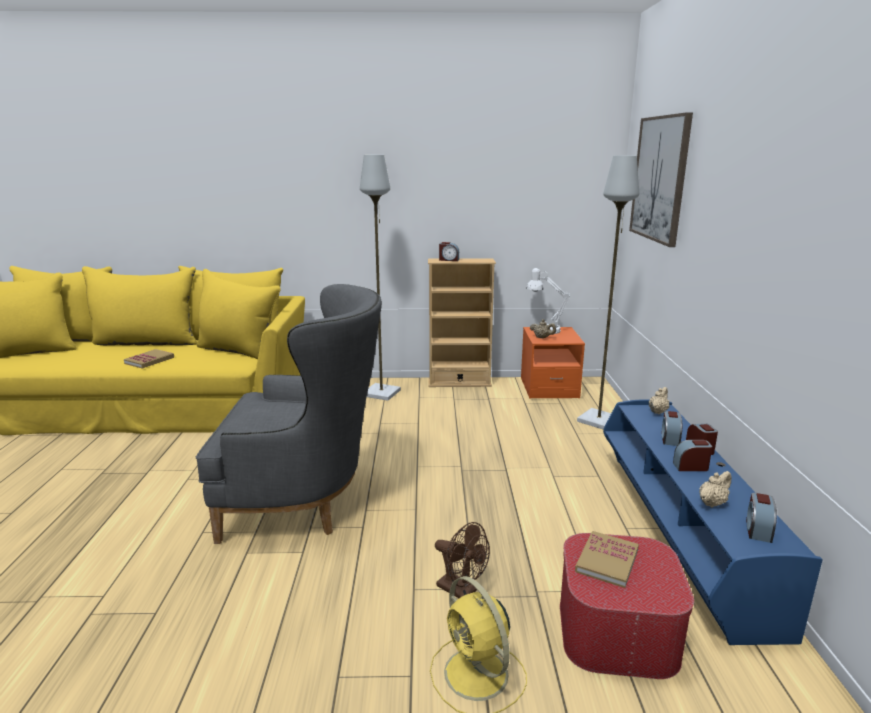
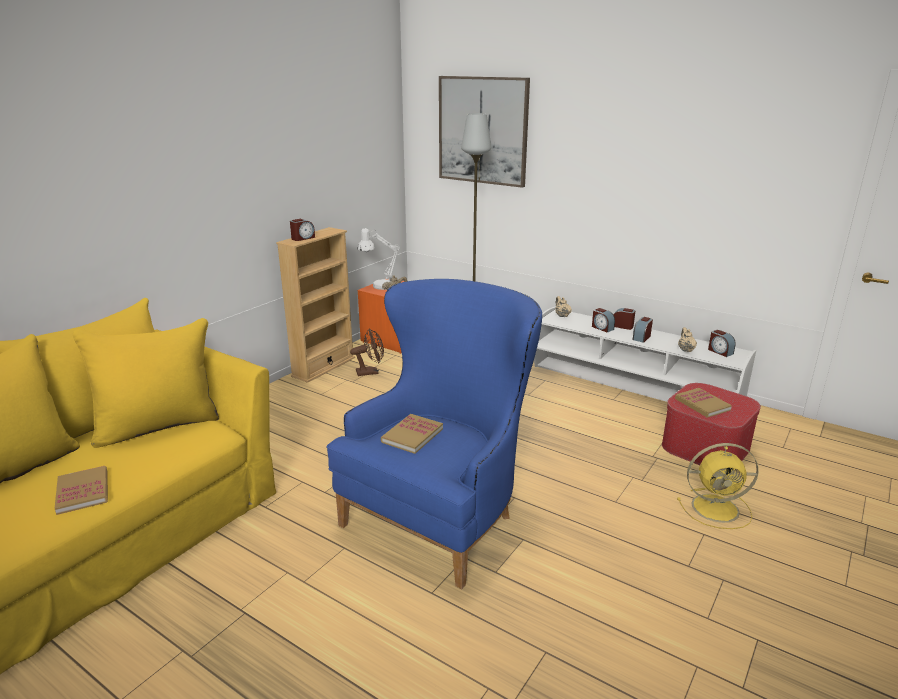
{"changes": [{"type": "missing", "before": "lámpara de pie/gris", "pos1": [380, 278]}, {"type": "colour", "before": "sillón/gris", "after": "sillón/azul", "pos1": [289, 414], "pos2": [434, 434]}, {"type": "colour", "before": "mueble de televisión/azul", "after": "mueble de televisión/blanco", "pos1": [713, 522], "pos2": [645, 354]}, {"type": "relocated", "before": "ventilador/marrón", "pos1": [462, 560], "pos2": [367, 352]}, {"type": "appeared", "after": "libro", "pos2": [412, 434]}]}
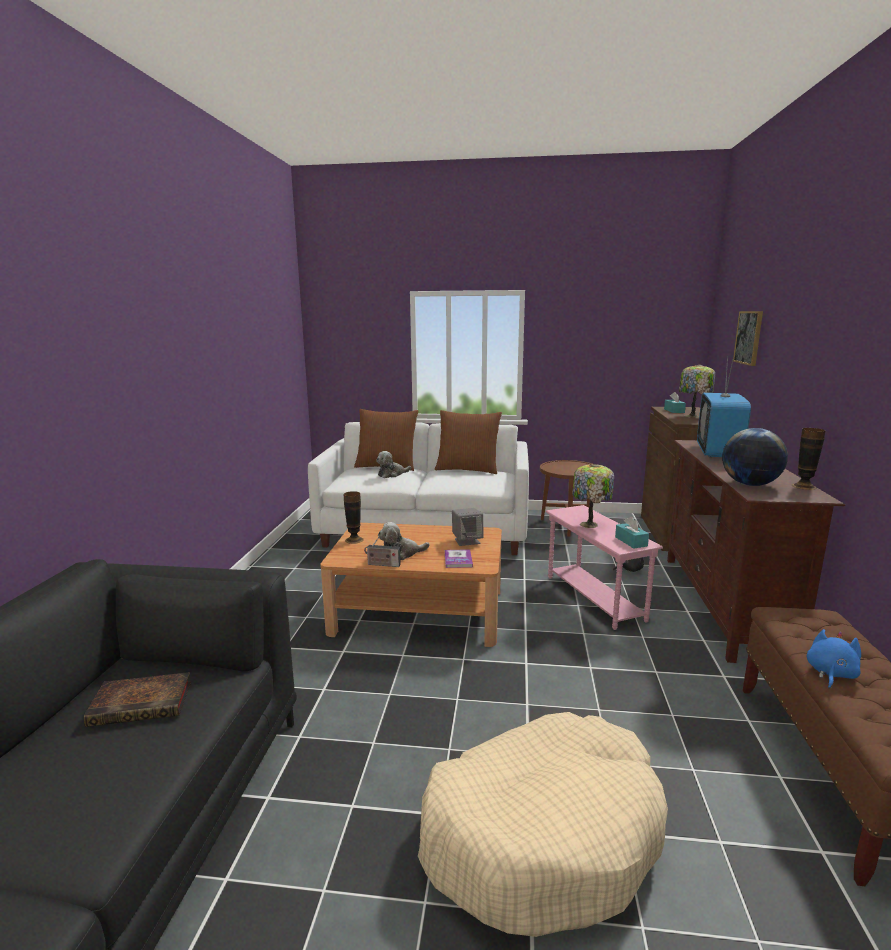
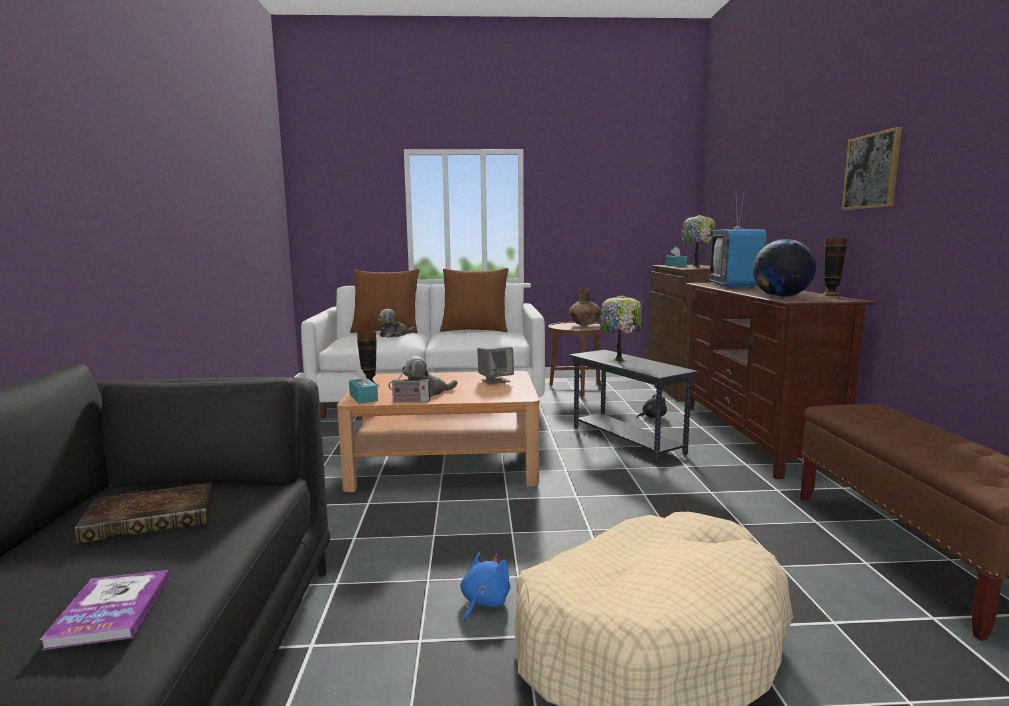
{"changes": [{"type": "relocated", "before": "cuadro", "pos1": [748, 338], "pos2": [872, 168]}, {"type": "colour", "before": "mesa auxiliar/rosa", "after": "mesa auxiliar/gris", "pos1": [604, 567], "pos2": [634, 406]}, {"type": "relocated", "before": "caja de pañuelos/turquesa", "pos1": [632, 532], "pos2": [363, 386]}, {"type": "relocated", "before": "libro", "pos1": [459, 558], "pos2": [105, 610]}, {"type": "relocated", "before": "peluche/azul", "pos1": [834, 659], "pos2": [485, 587]}, {"type": "appeared", "after": "florero/marrón", "pos2": [585, 307]}]}
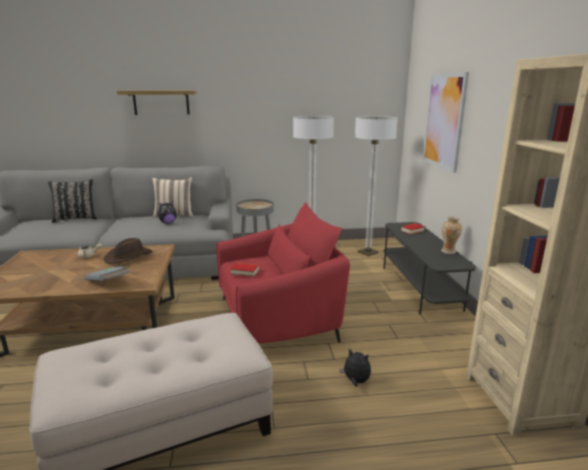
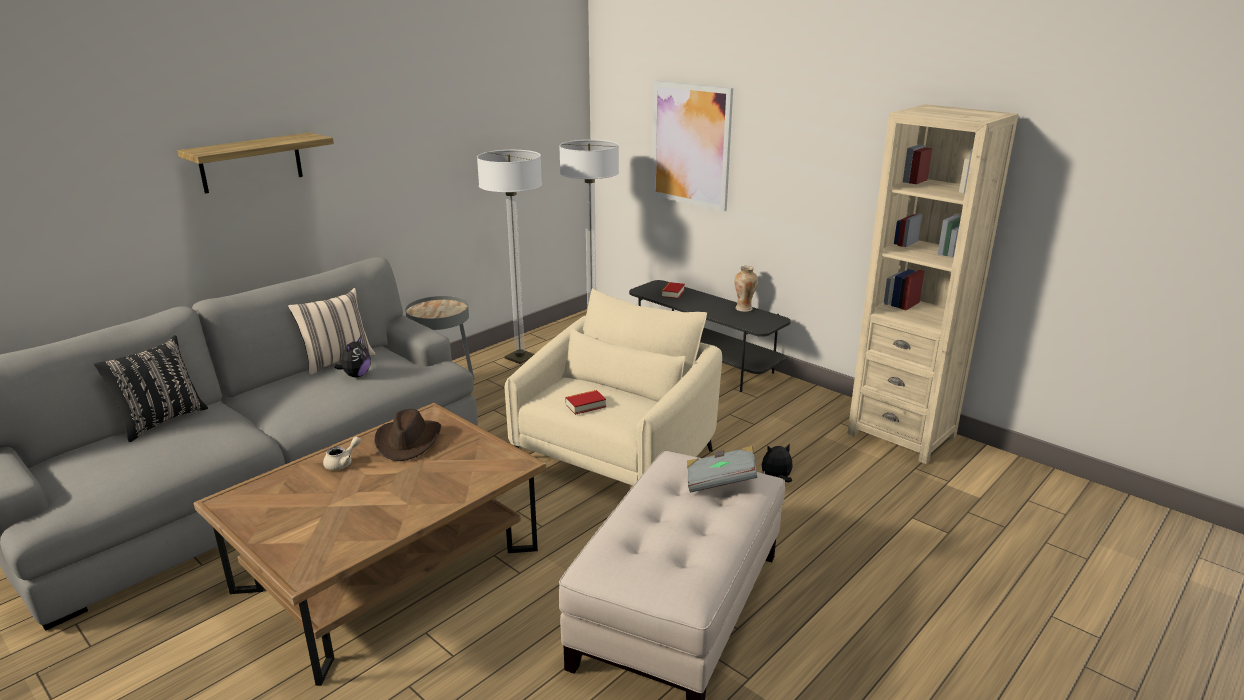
{"changes": [{"type": "colour", "before": "sillón/rojo", "after": "sillón/beis", "pos1": [283, 273], "pos2": [613, 387]}, {"type": "relocated", "before": "libro/gris", "pos1": [107, 273], "pos2": [722, 469]}]}
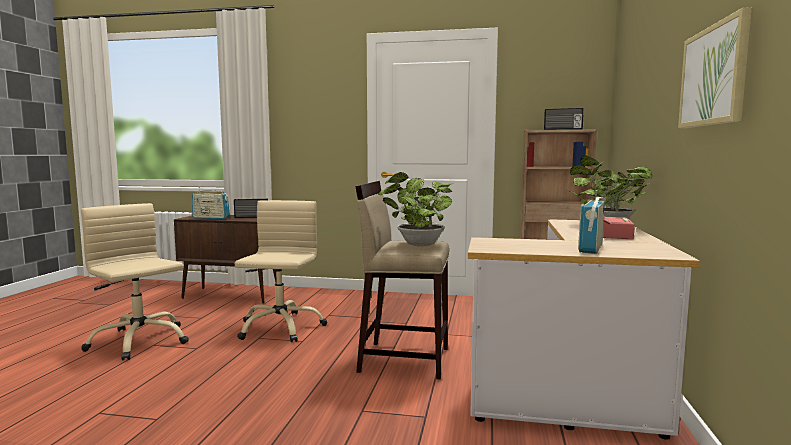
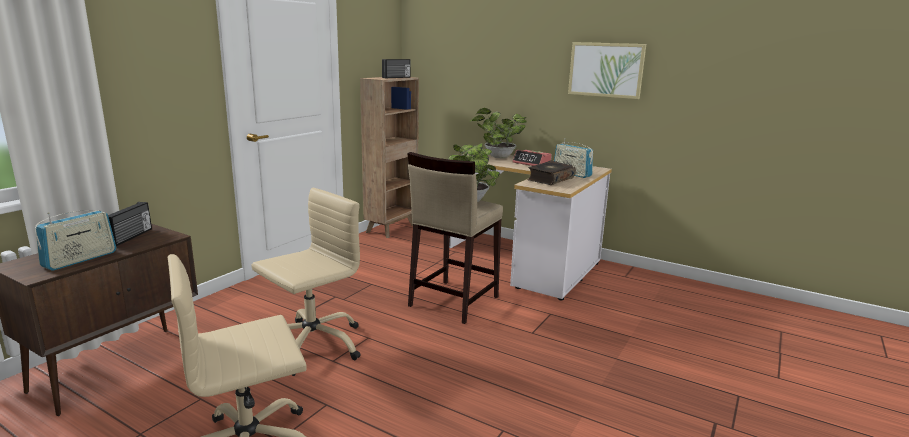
{"changes": [{"type": "spun", "before": "silla de oficina/beis", "pos1": [280, 271], "pos2": [306, 282], "turn": 105}, {"type": "appeared", "after": "libro", "pos2": [551, 172]}]}
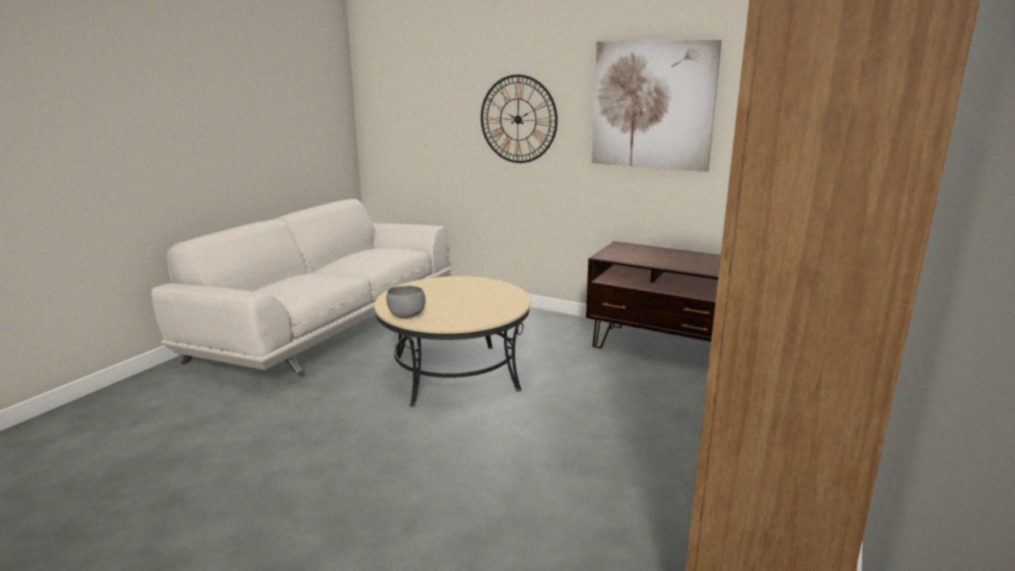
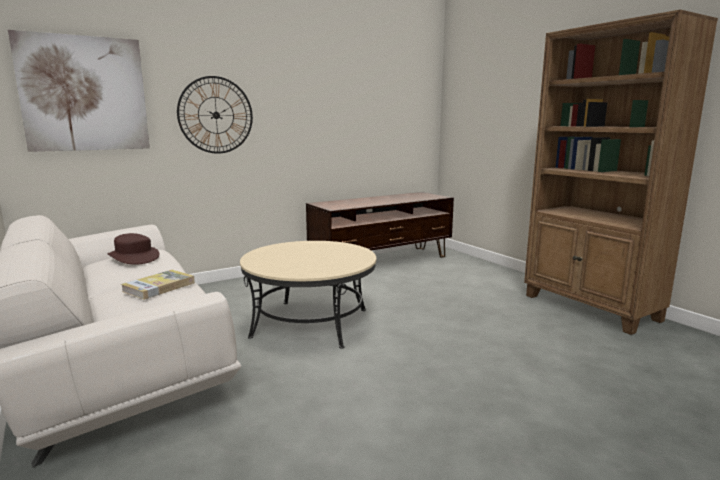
{"changes": [{"type": "relocated", "before": "cuadro", "pos1": [657, 106], "pos2": [79, 91]}, {"type": "missing", "before": "cuenco/gris", "pos1": [405, 302]}, {"type": "appeared", "after": "sombrero/marrón", "pos2": [133, 249]}, {"type": "appeared", "after": "libro", "pos2": [158, 285]}]}
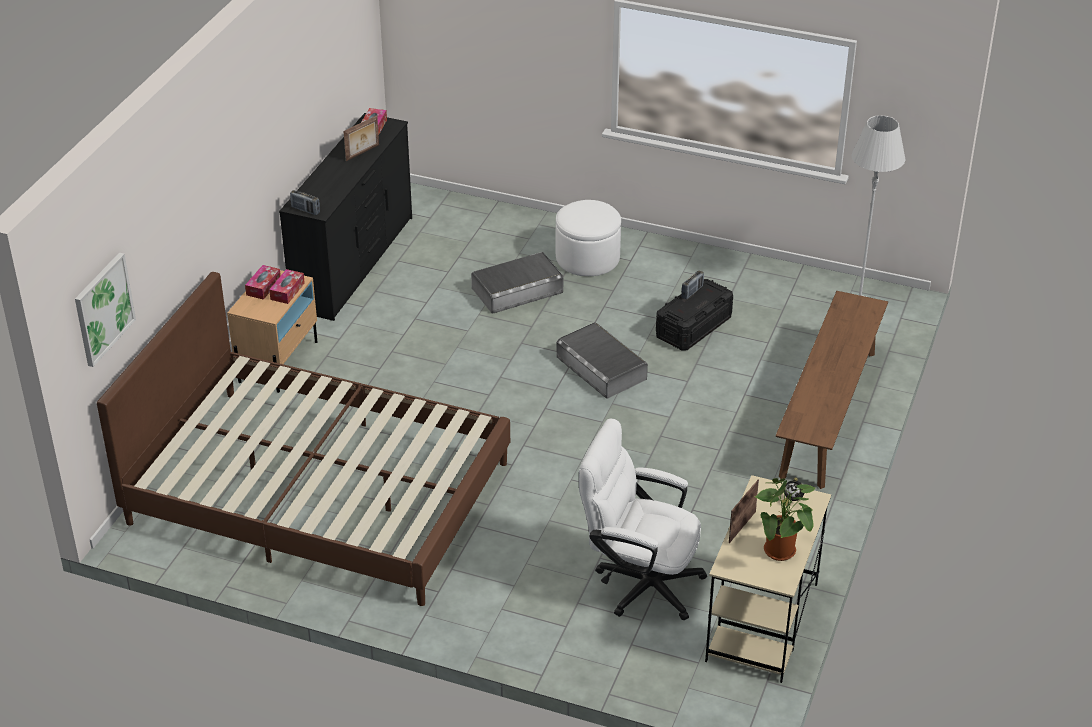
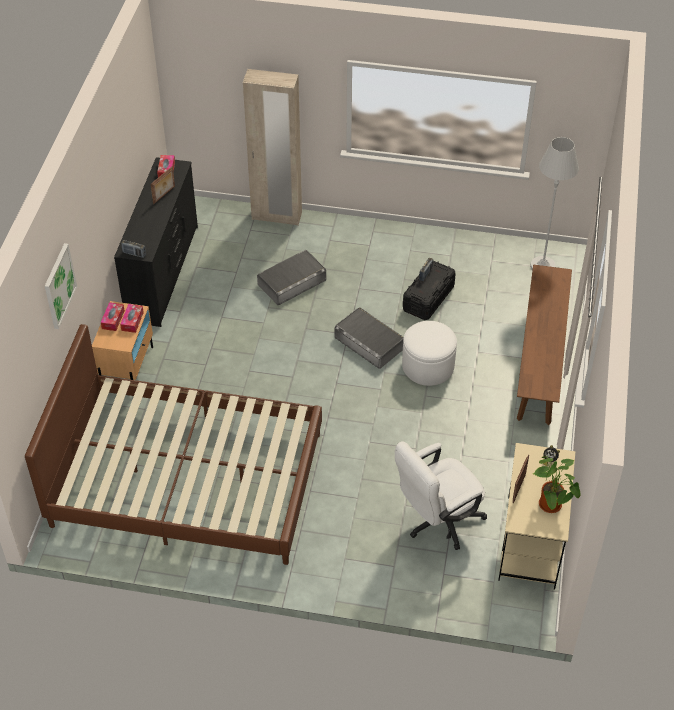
{"changes": [{"type": "relocated", "before": "puf/blanco", "pos1": [588, 238], "pos2": [429, 353]}, {"type": "relocated", "before": "cuadro", "pos1": [105, 310], "pos2": [61, 286]}, {"type": "spun", "before": "silla de oficina/blanco", "pos1": [643, 520], "pos2": [441, 495], "turn": -45}, {"type": "appeared", "after": "armario ropero/beis", "pos2": [272, 147]}]}
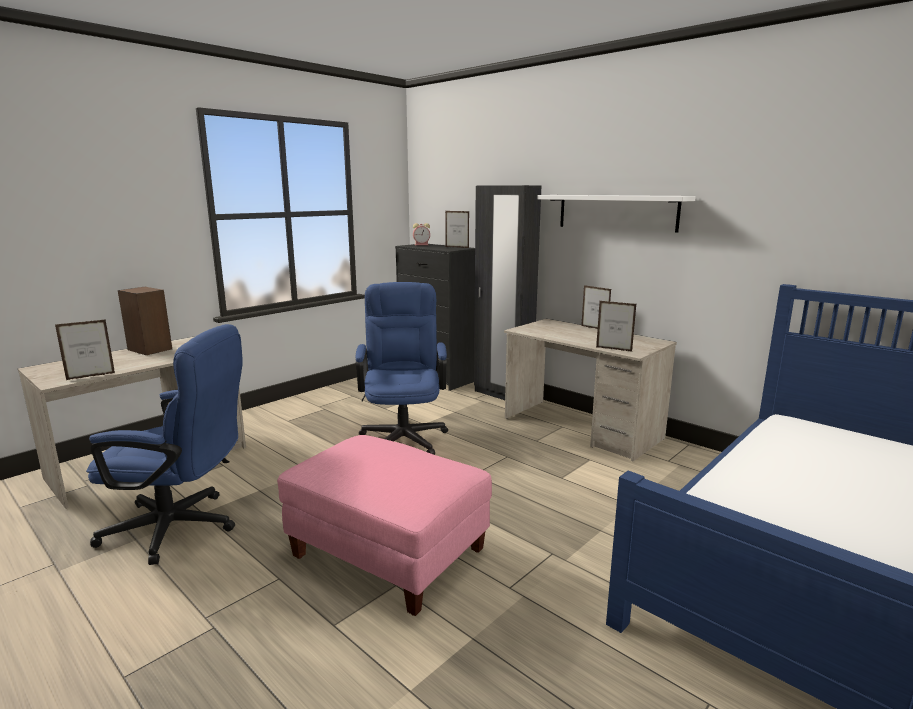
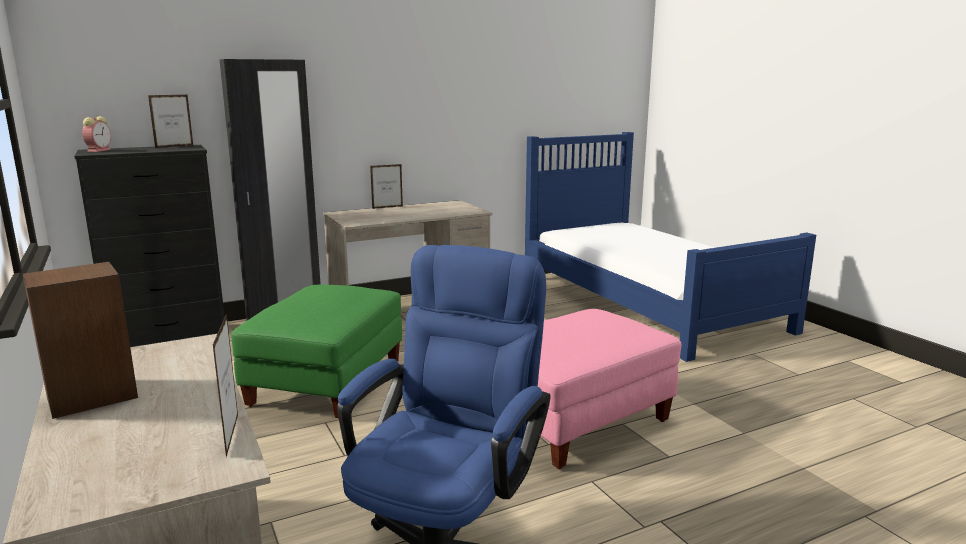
{"changes": [{"type": "missing", "before": "estante/blanco", "pos1": [616, 214]}, {"type": "exchanged", "before": "silla de oficina/azul", "after": "puf/verde", "pos1": [402, 368], "pos2": [316, 351]}, {"type": "missing", "before": "portarretratos", "pos1": [616, 326]}]}
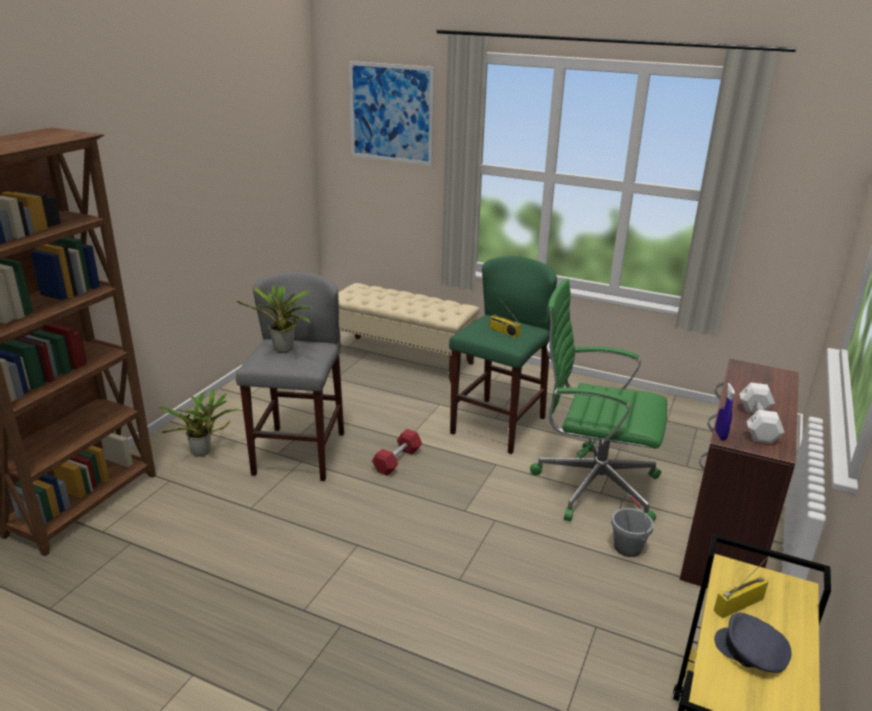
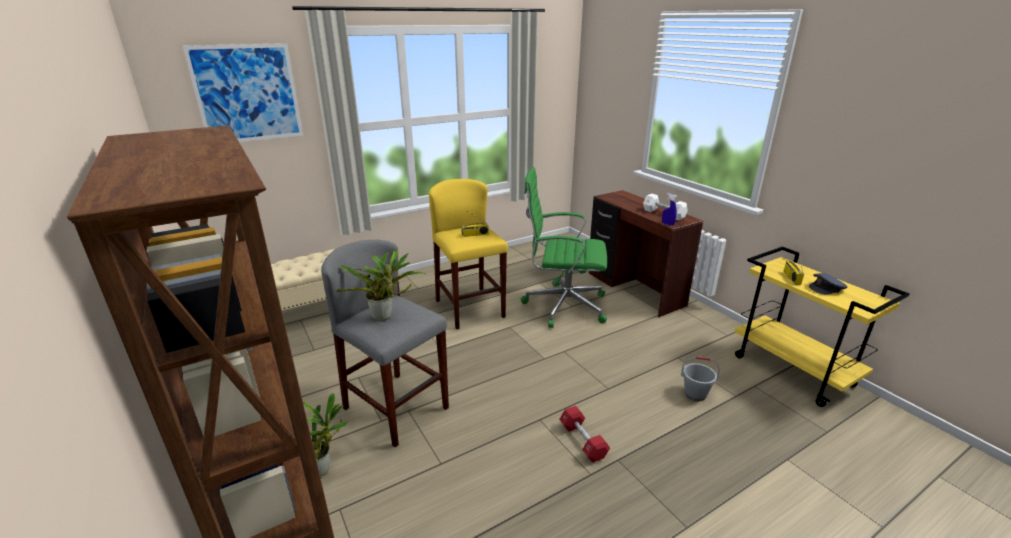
{"changes": [{"type": "colour", "before": "taburete/verde", "after": "taburete/amarillo", "pos1": [503, 355], "pos2": [468, 254]}, {"type": "spun", "before": "silla de oficina/verde", "pos1": [598, 400], "pos2": [564, 247], "turn": 45}, {"type": "relocated", "before": "mancuerna/rojo", "pos1": [397, 452], "pos2": [584, 434]}, {"type": "relocated", "before": "cubo/gris", "pos1": [632, 526], "pos2": [700, 378]}]}
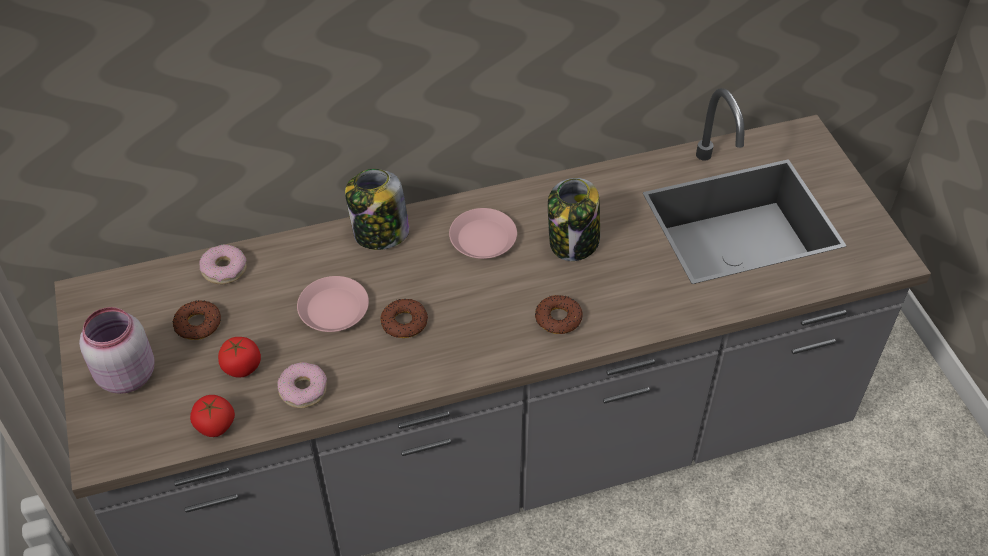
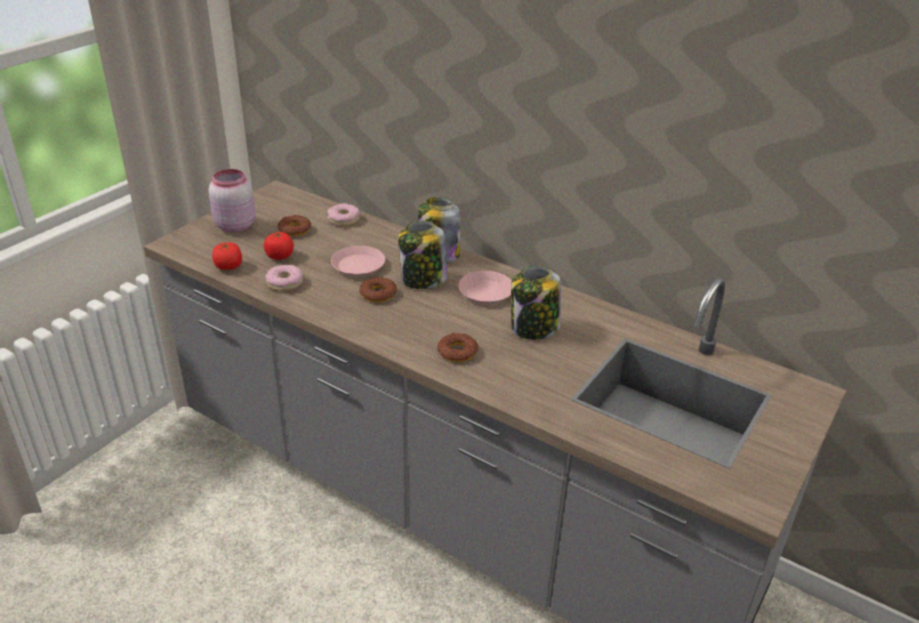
{"changes": [{"type": "appeared", "after": "tarro", "pos2": [422, 255]}]}
